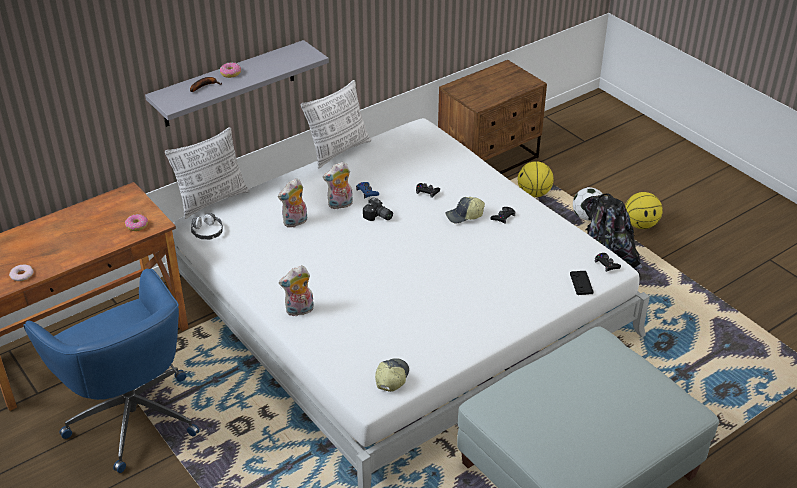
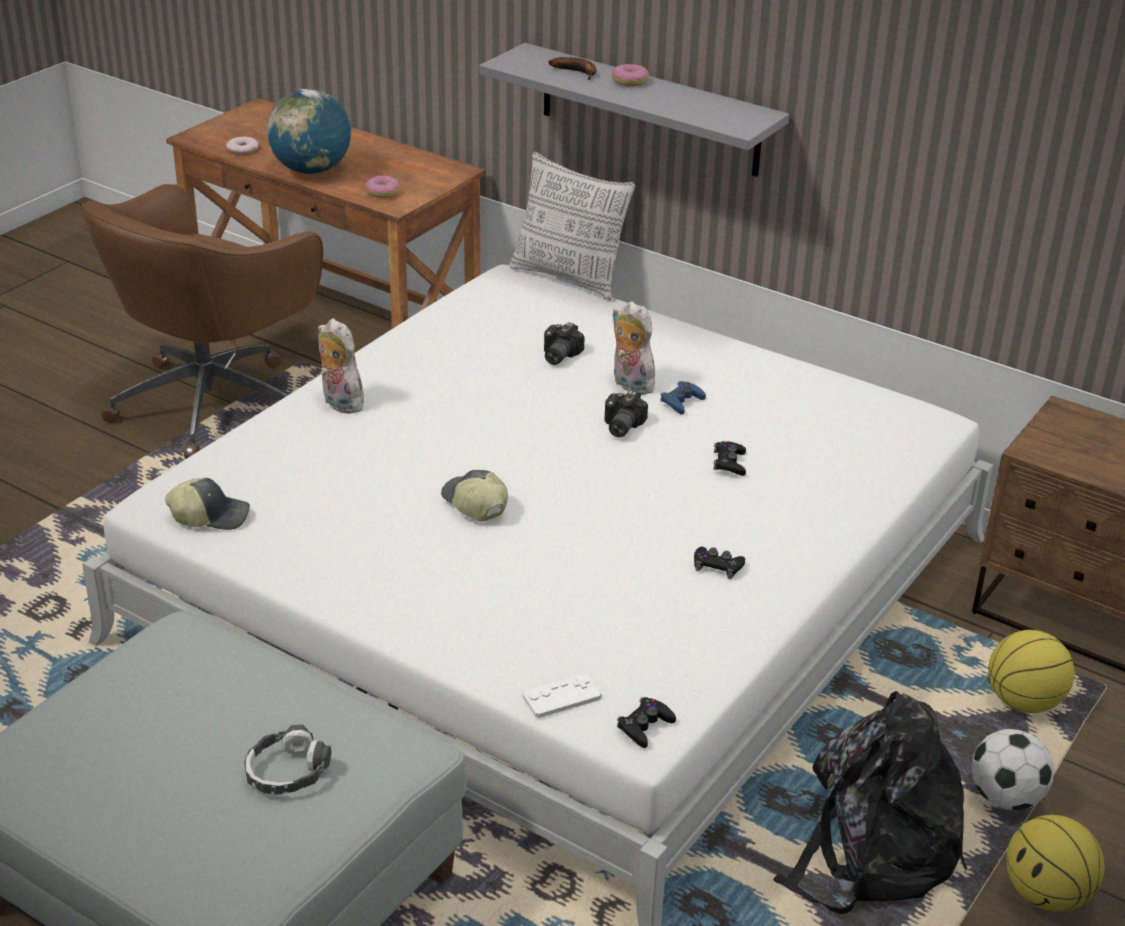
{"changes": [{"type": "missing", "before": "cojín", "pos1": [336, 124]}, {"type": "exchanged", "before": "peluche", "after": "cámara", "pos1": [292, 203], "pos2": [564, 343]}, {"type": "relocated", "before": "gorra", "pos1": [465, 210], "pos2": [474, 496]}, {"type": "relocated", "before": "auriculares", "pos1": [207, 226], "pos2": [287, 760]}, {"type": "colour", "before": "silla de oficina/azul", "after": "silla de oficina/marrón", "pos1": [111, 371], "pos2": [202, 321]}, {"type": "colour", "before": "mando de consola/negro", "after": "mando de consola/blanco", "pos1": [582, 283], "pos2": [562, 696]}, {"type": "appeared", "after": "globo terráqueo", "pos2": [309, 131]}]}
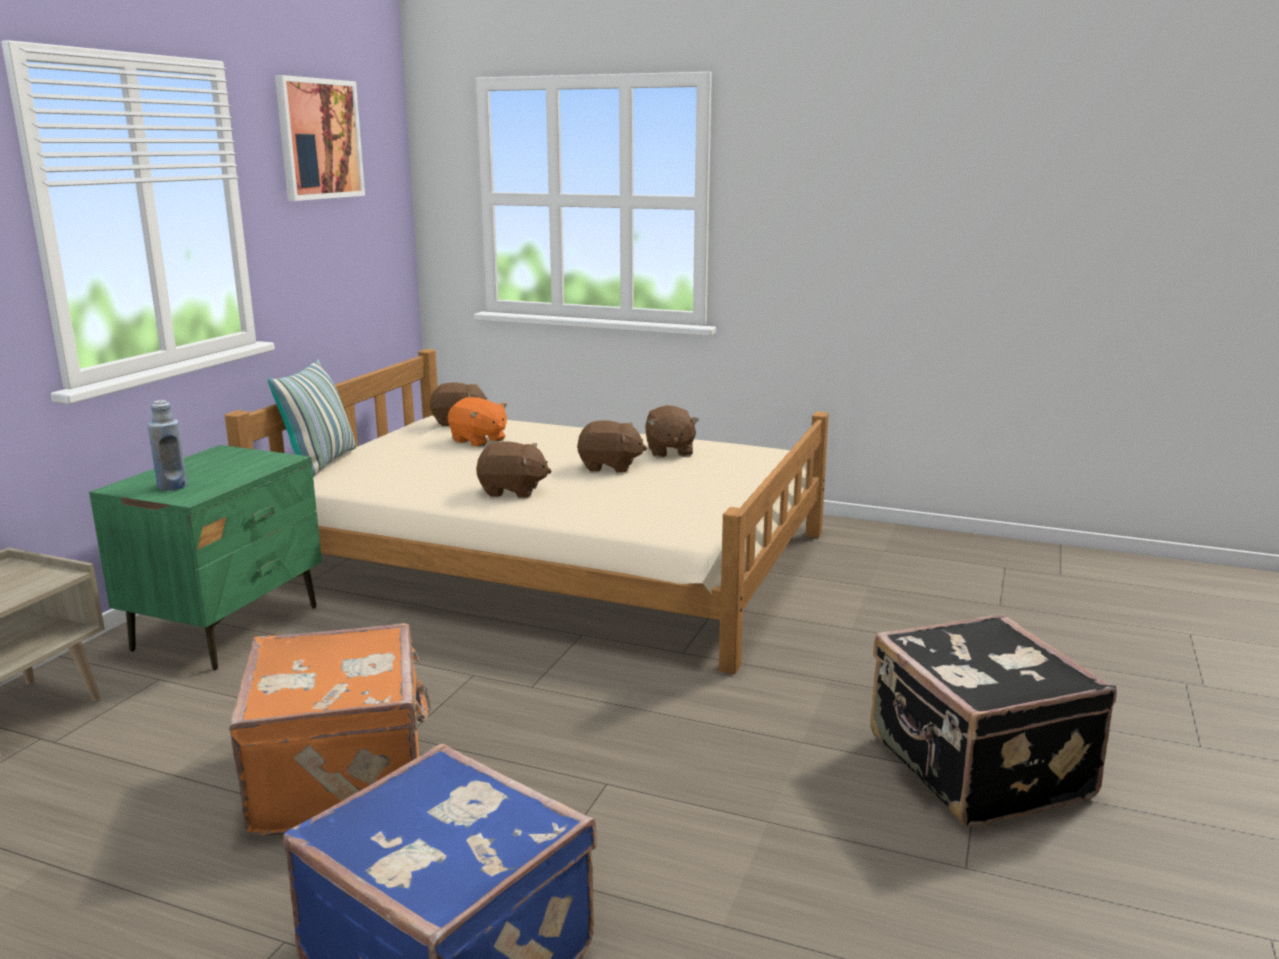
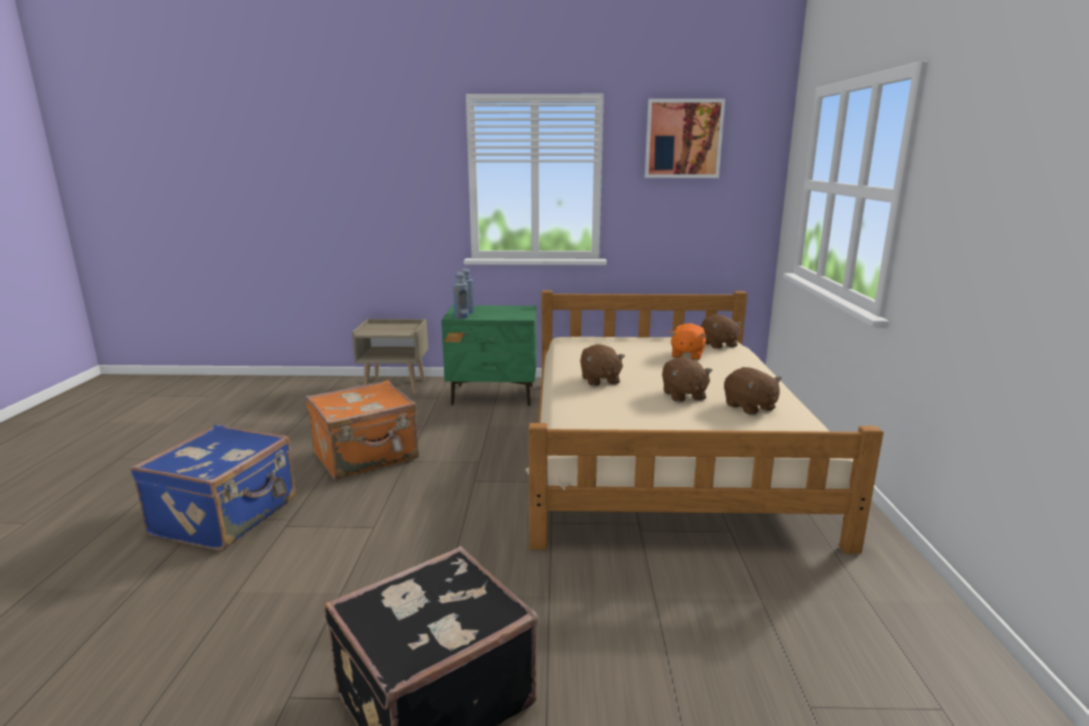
{"changes": [{"type": "missing", "before": "cojín", "pos1": [311, 418]}, {"type": "spun", "before": "peluche/marrón", "pos1": [672, 431], "pos2": [753, 391], "turn": -90}, {"type": "appeared", "after": "botella/azul", "pos2": [461, 295]}]}
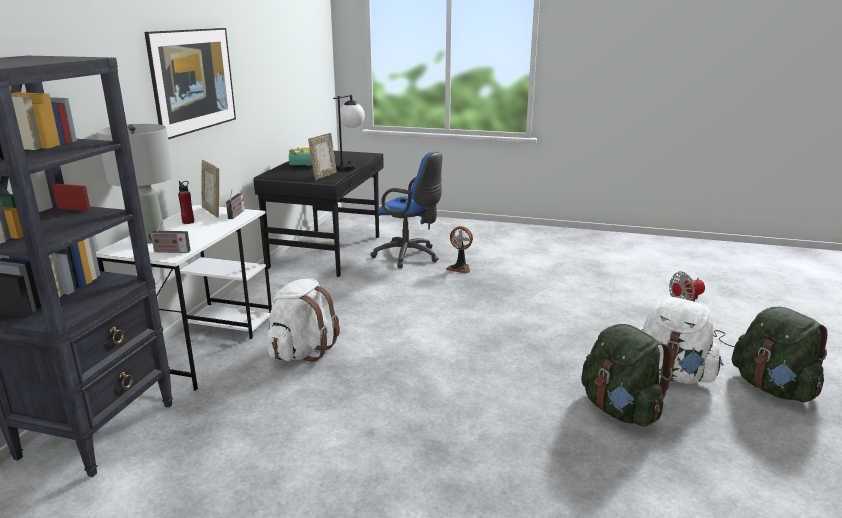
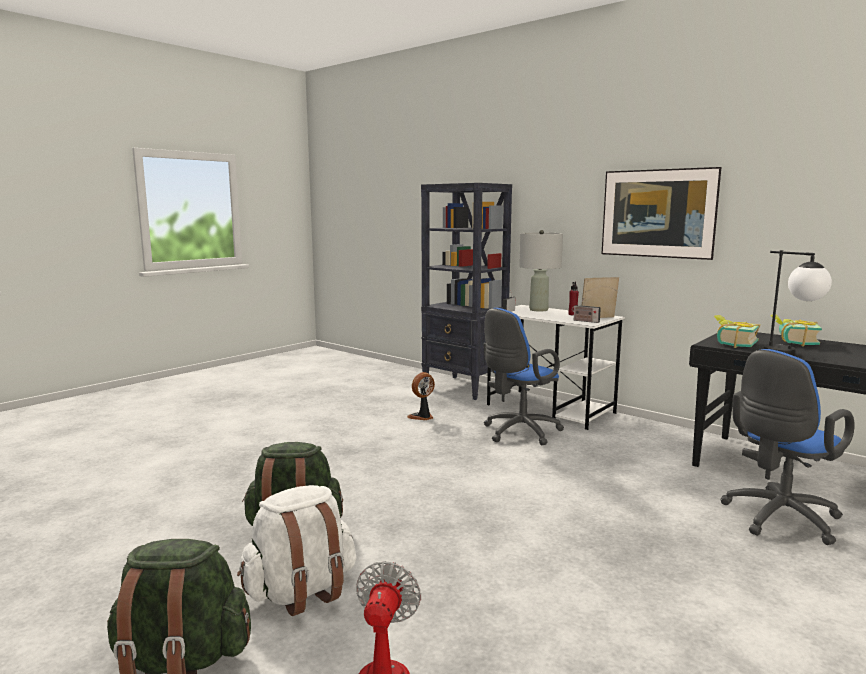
{"changes": [{"type": "exchanged", "before": "portarretratos", "after": "libro", "pos1": [322, 156], "pos2": [737, 331]}, {"type": "relocated", "before": "ventilador", "pos1": [459, 249], "pos2": [421, 396]}, {"type": "exchanged", "before": "mochila/blanco", "after": "silla de oficina/azul", "pos1": [303, 320], "pos2": [524, 376]}]}
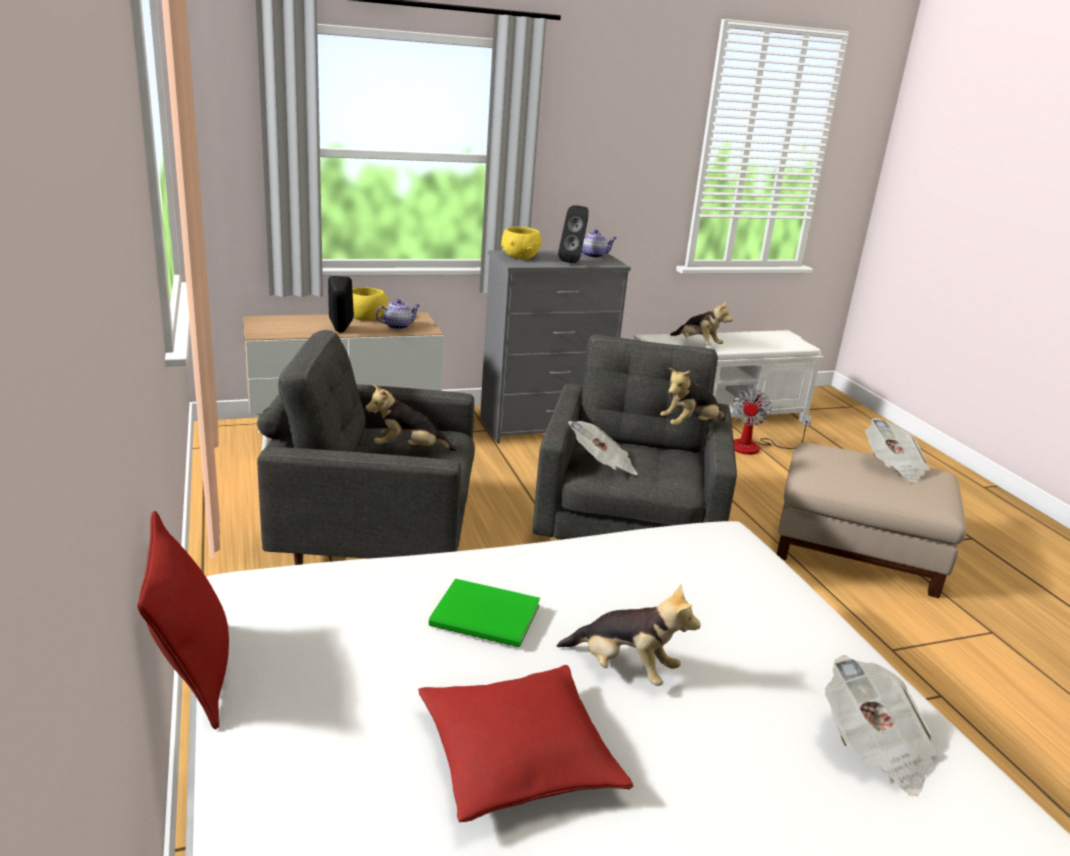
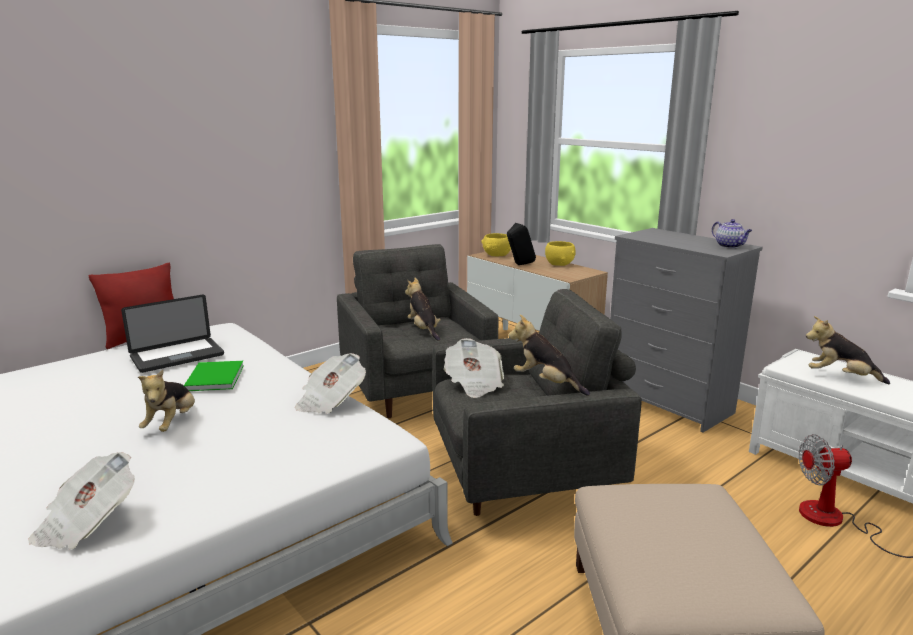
{"changes": [{"type": "missing", "before": "altavoz/negro", "pos1": [573, 234]}, {"type": "relocated", "before": "cuenco/amarillo", "pos1": [521, 243], "pos2": [496, 244]}, {"type": "missing", "before": "tetera", "pos1": [398, 314]}, {"type": "spun", "before": "peluche", "pos1": [701, 323], "pos2": [848, 350], "turn": 90}, {"type": "relocated", "before": "periódico", "pos1": [897, 450], "pos2": [330, 383]}, {"type": "missing", "before": "cojín/rojo", "pos1": [526, 743]}, {"type": "appeared", "after": "portátil", "pos2": [172, 334]}]}
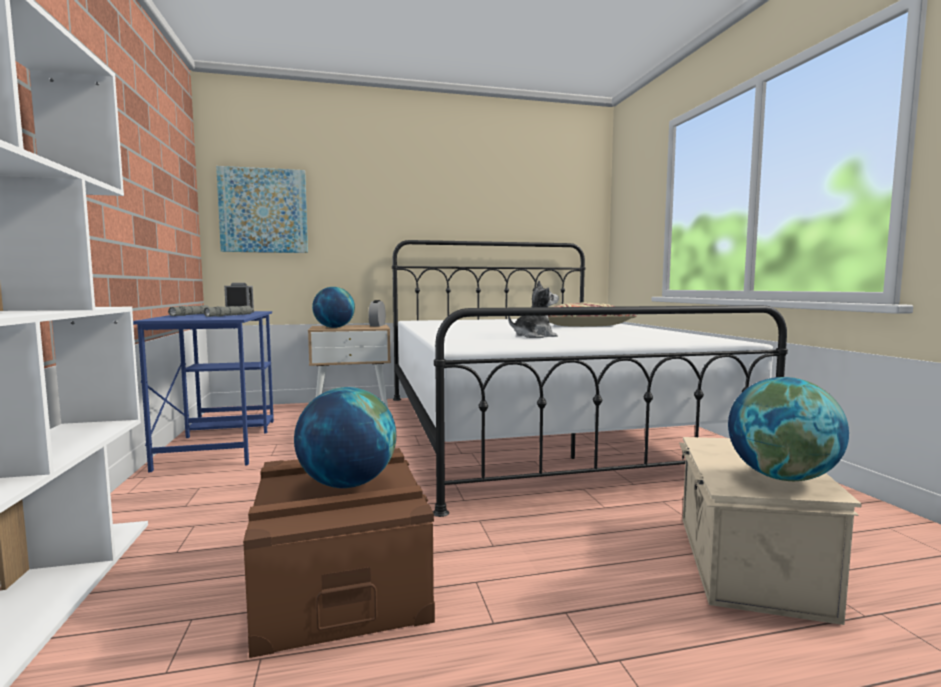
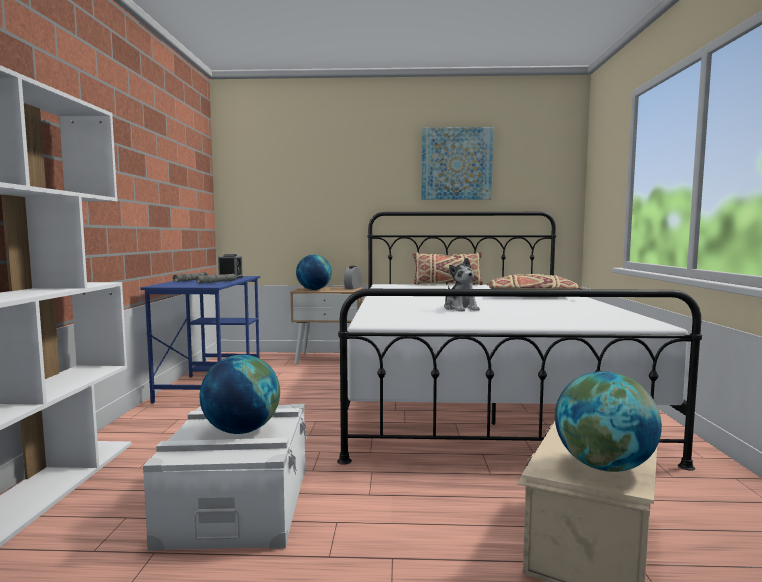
{"changes": [{"type": "relocated", "before": "cuadro", "pos1": [262, 209], "pos2": [457, 163]}, {"type": "spun", "before": "peluche", "pos1": [533, 309], "pos2": [462, 284], "turn": 75}, {"type": "colour", "before": "caja de almacenaje/marrón", "after": "caja de almacenaje/blanco", "pos1": [339, 553], "pos2": [225, 477]}, {"type": "appeared", "after": "cojín/beis", "pos2": [447, 268]}]}
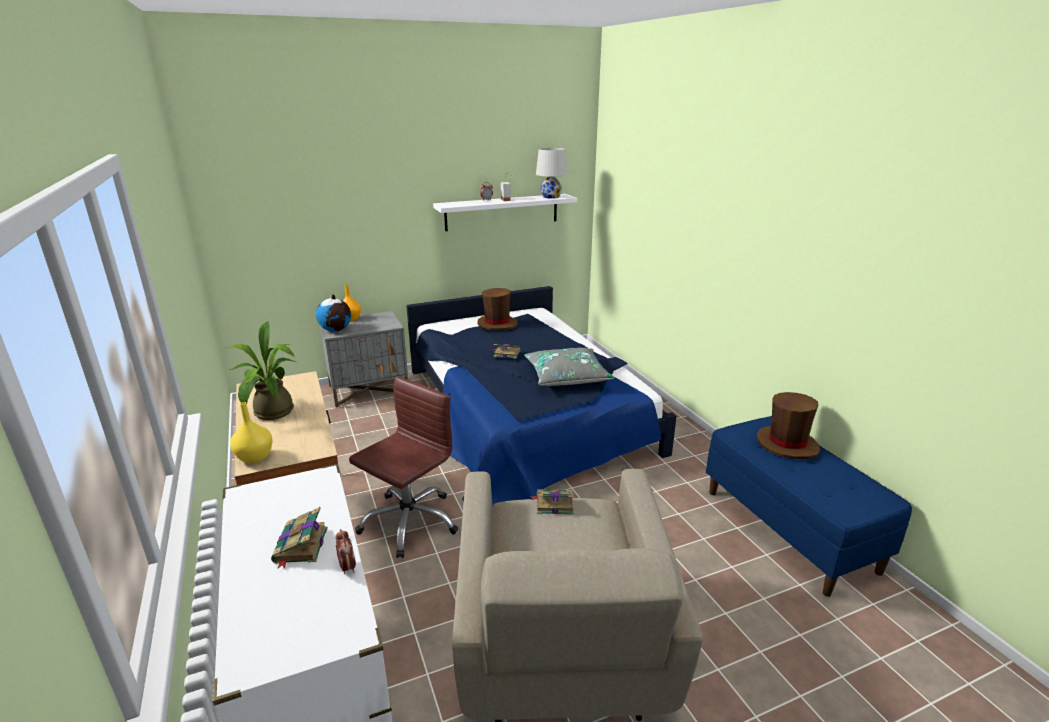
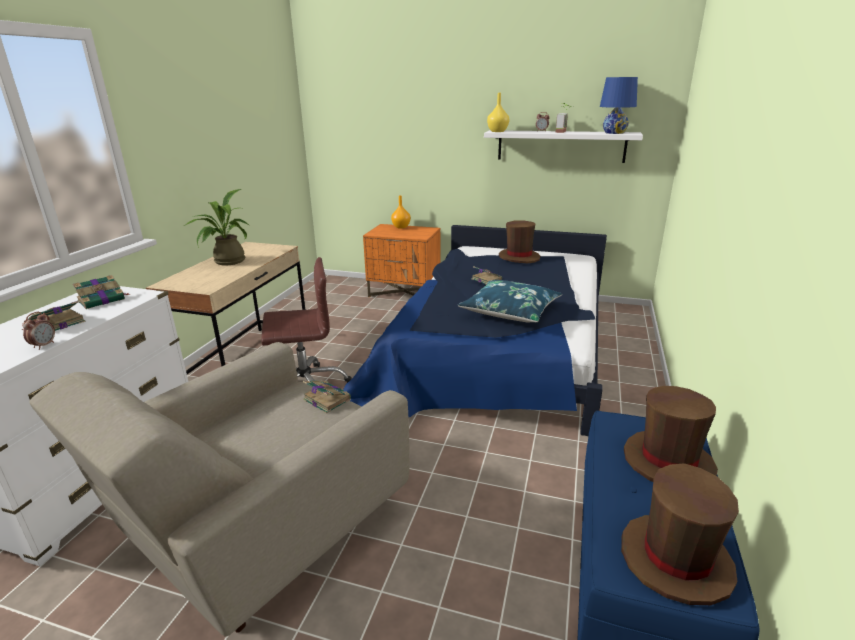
{"changes": [{"type": "colour", "before": "lámpara de mesa/blanco", "after": "lámpara de mesa/azul", "pos1": [551, 173], "pos2": [619, 105]}, {"type": "missing", "before": "globo terráqueo", "pos1": [333, 313]}, {"type": "colour", "before": "mesita de noche/gris", "after": "mesita de noche/naranja", "pos1": [364, 359], "pos2": [401, 260]}, {"type": "colour", "before": "cojín/gris", "after": "cojín/azul", "pos1": [569, 367], "pos2": [510, 301]}, {"type": "relocated", "before": "florero/amarillo", "pos1": [251, 432], "pos2": [498, 112]}, {"type": "appeared", "after": "libro", "pos2": [101, 292]}, {"type": "appeared", "after": "sombrero/marrón", "pos2": [680, 534]}]}
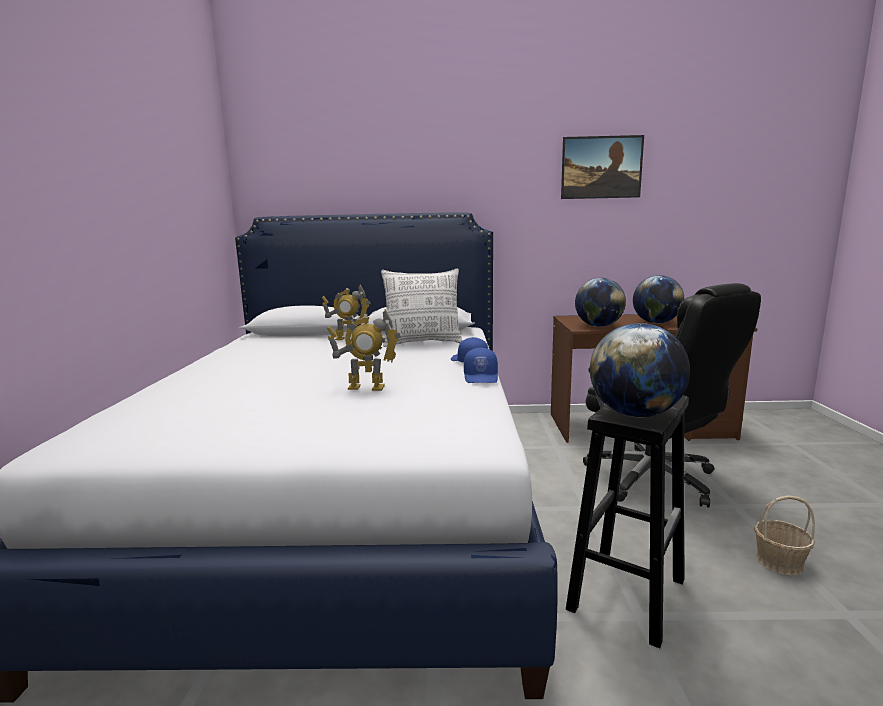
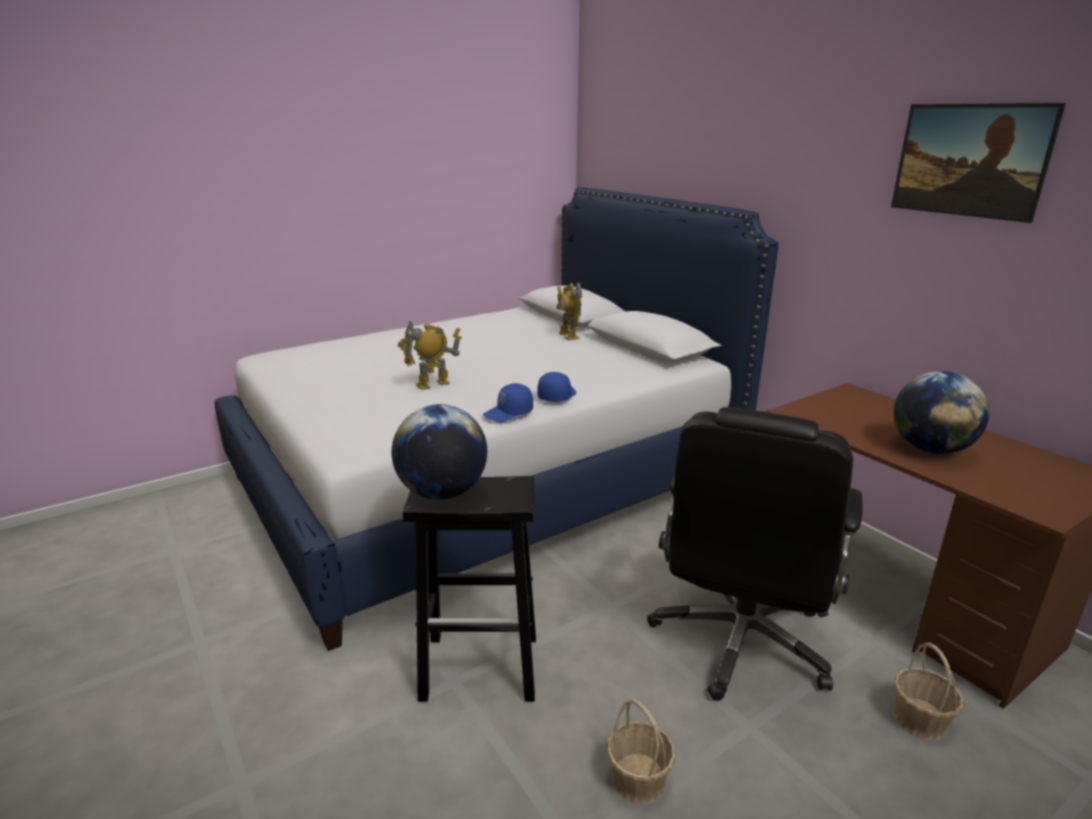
{"changes": [{"type": "missing", "before": "cojín", "pos1": [422, 308]}, {"type": "missing", "before": "globo terráqueo", "pos1": [600, 302]}, {"type": "spun", "before": "robot de juguete", "pos1": [364, 350], "pos2": [430, 355], "turn": 90}, {"type": "appeared", "after": "cesta", "pos2": [928, 692]}]}
